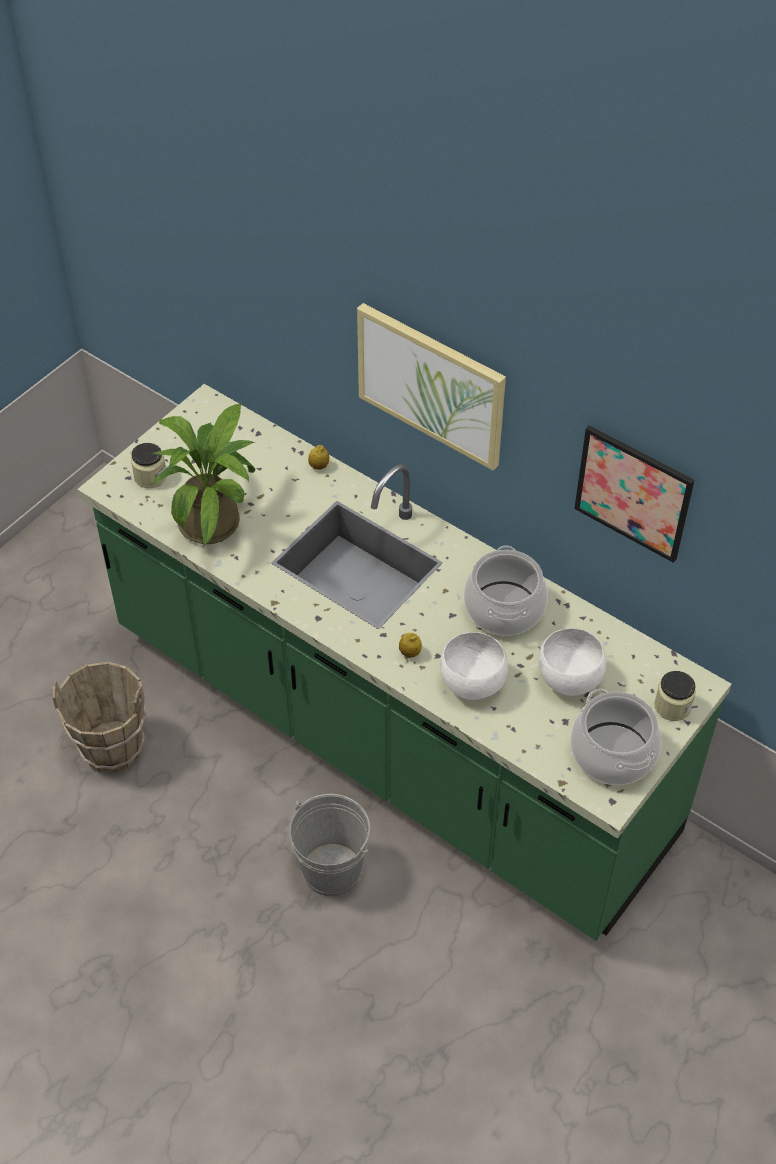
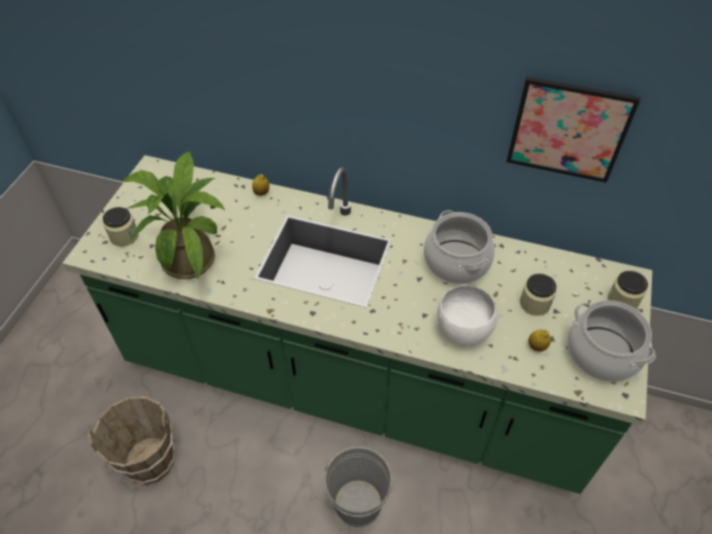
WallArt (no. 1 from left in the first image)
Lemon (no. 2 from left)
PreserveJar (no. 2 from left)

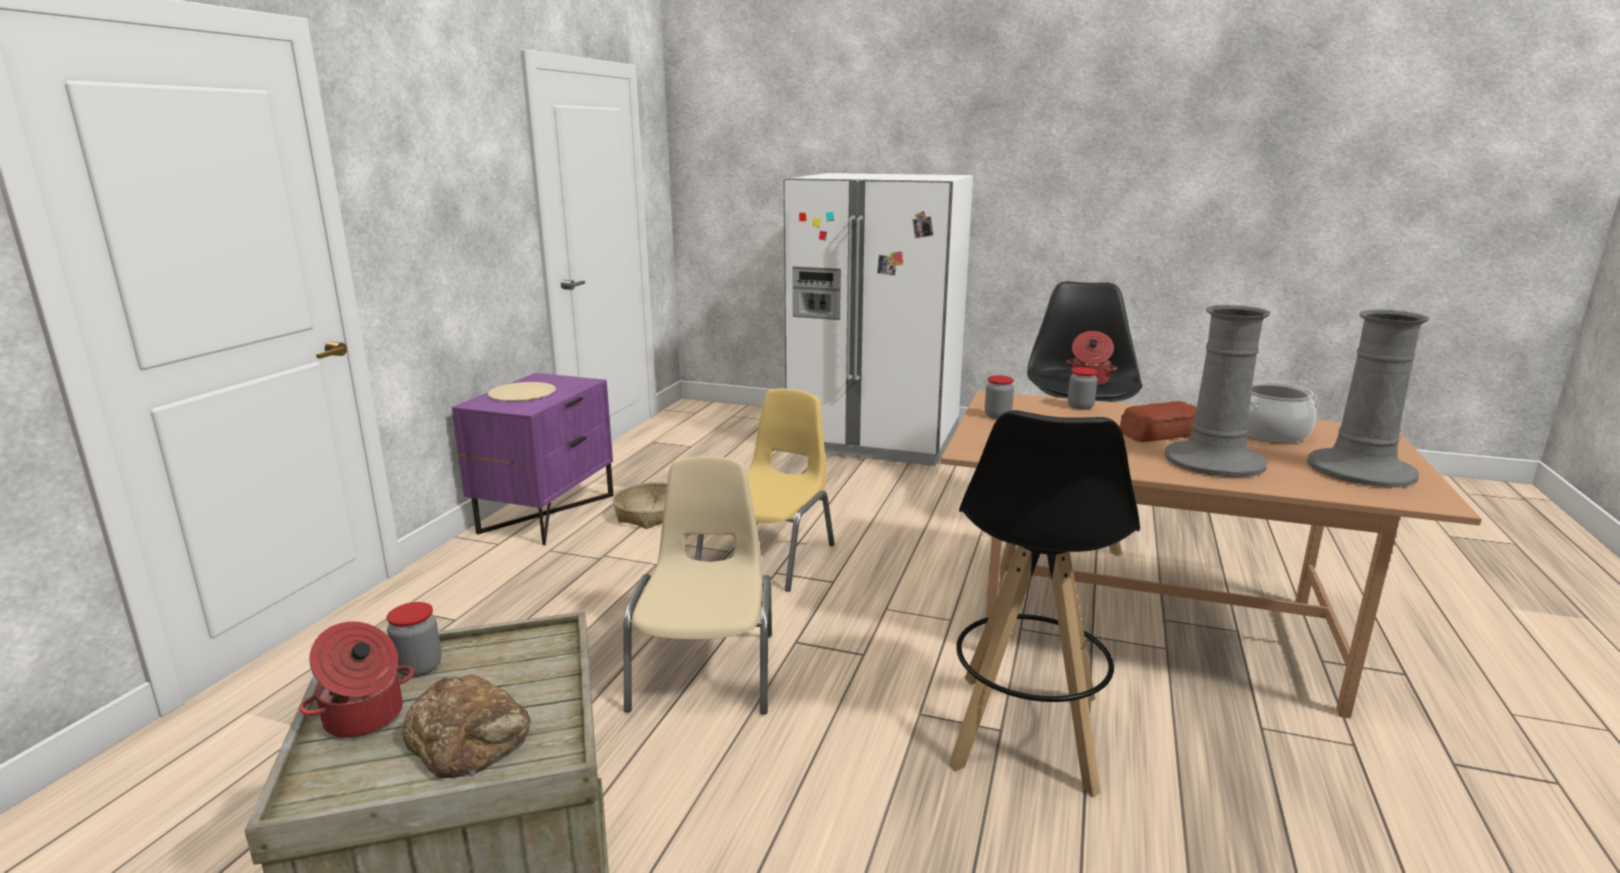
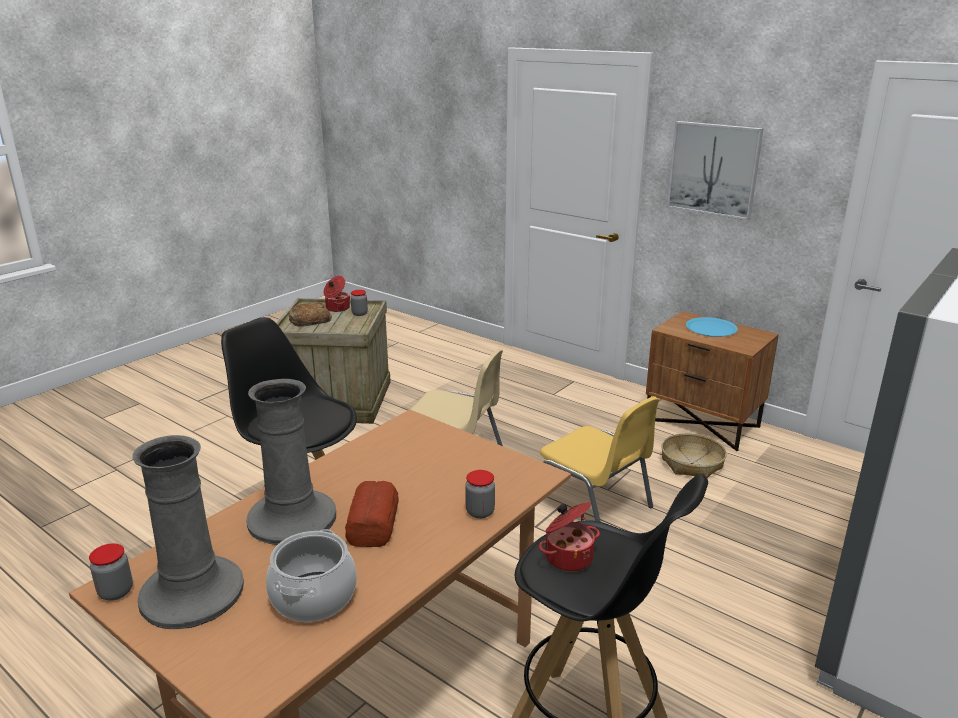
WallArt
PreserveJar (no. 1 from left)
BrownColouredNightstand
BlueColouredDinnerPlate

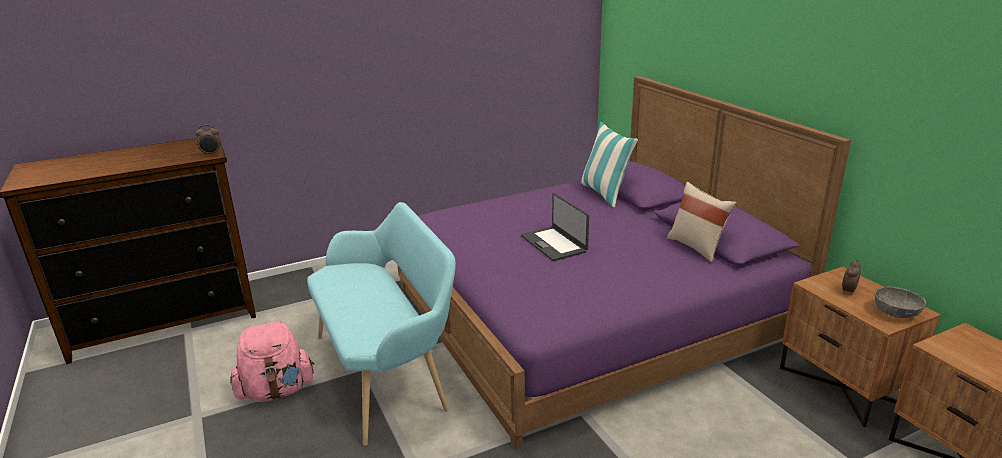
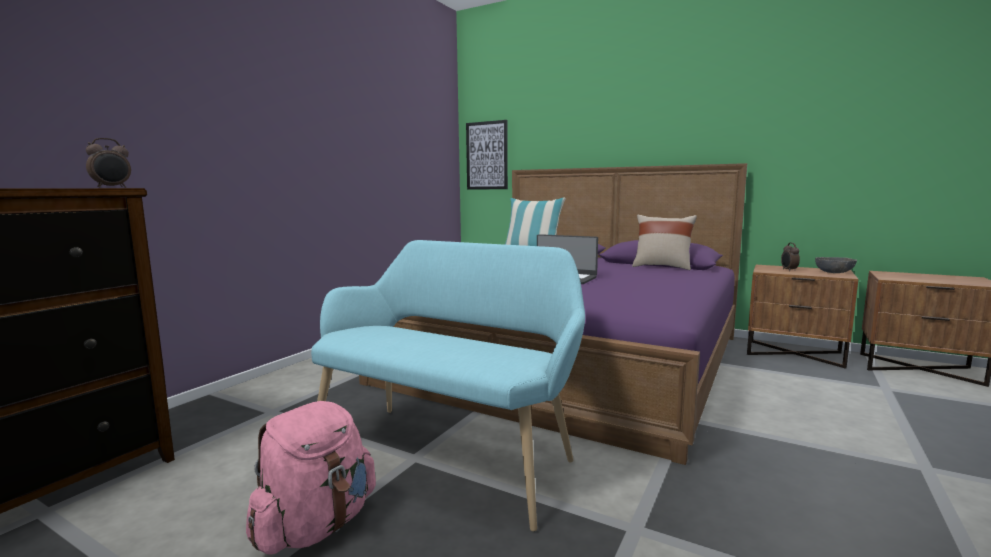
WallArt

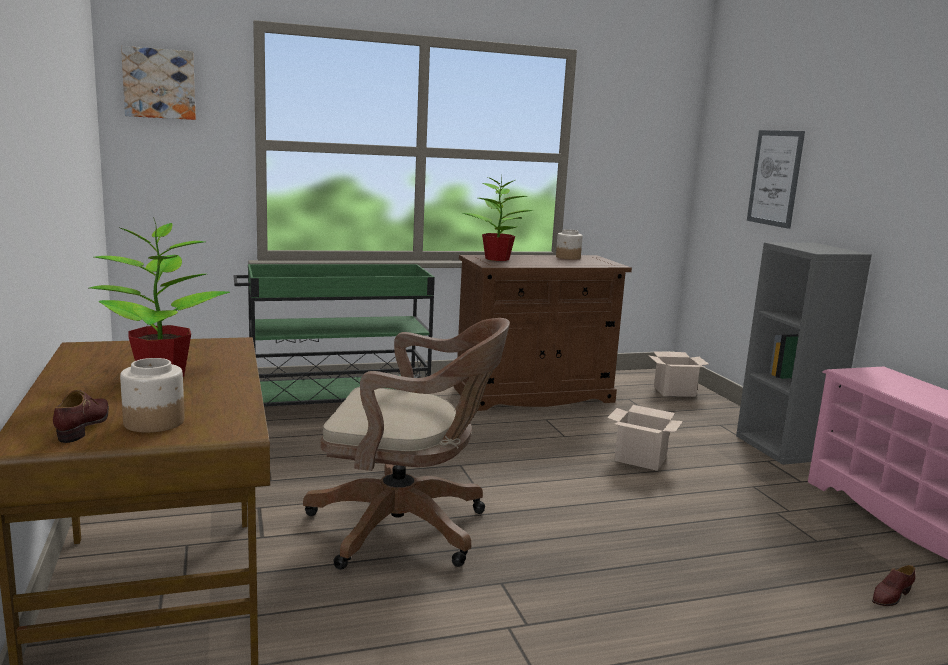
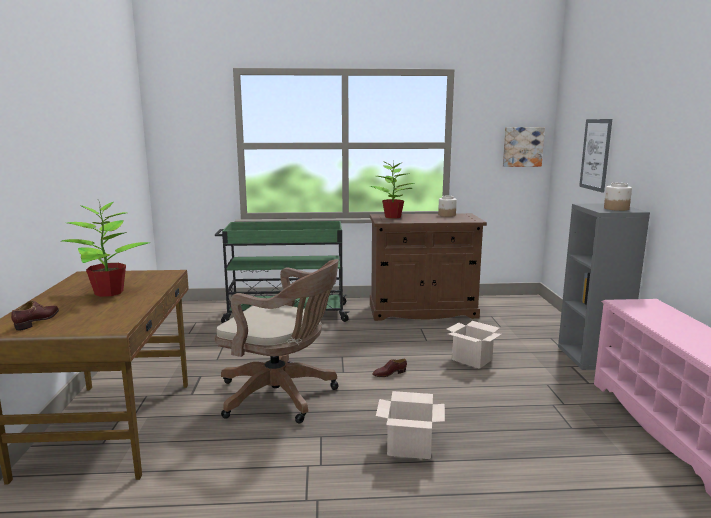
PreserveJar (no. 2 from left)
WallArt (no. 1 from left)
PackingBox (no. 1 from left)
BrownColouredShoe (no. 2 from left)

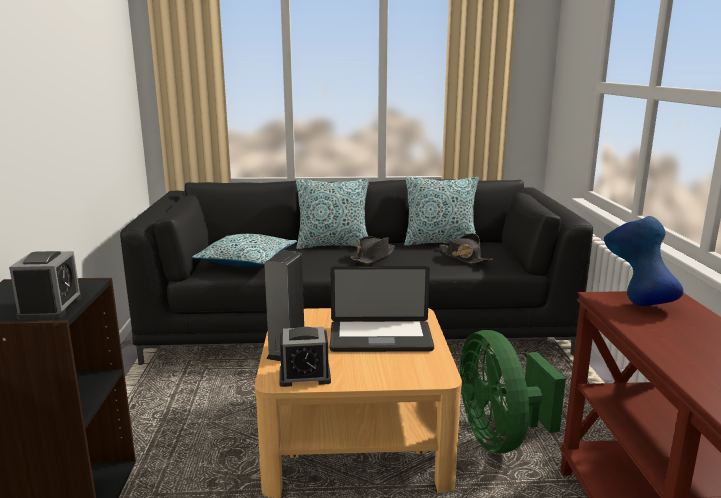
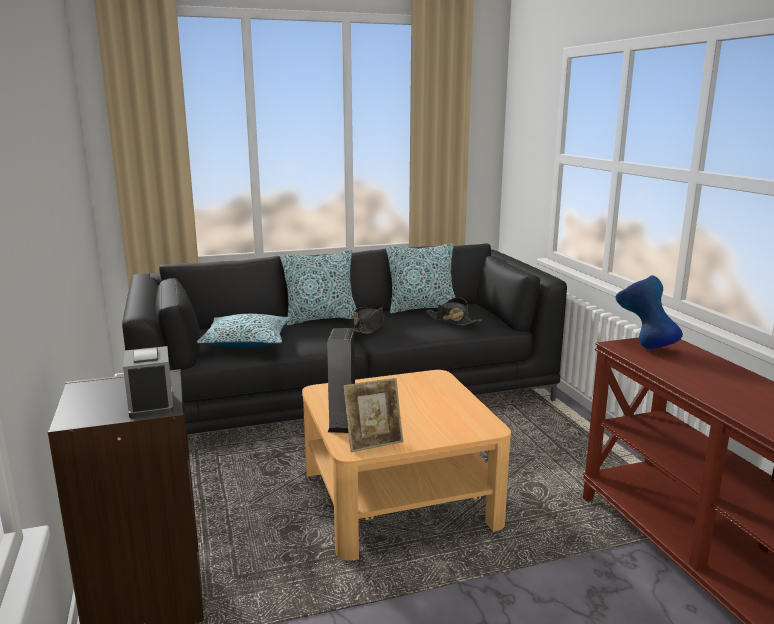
PortableComputer
GreenishFan
StandingFrame

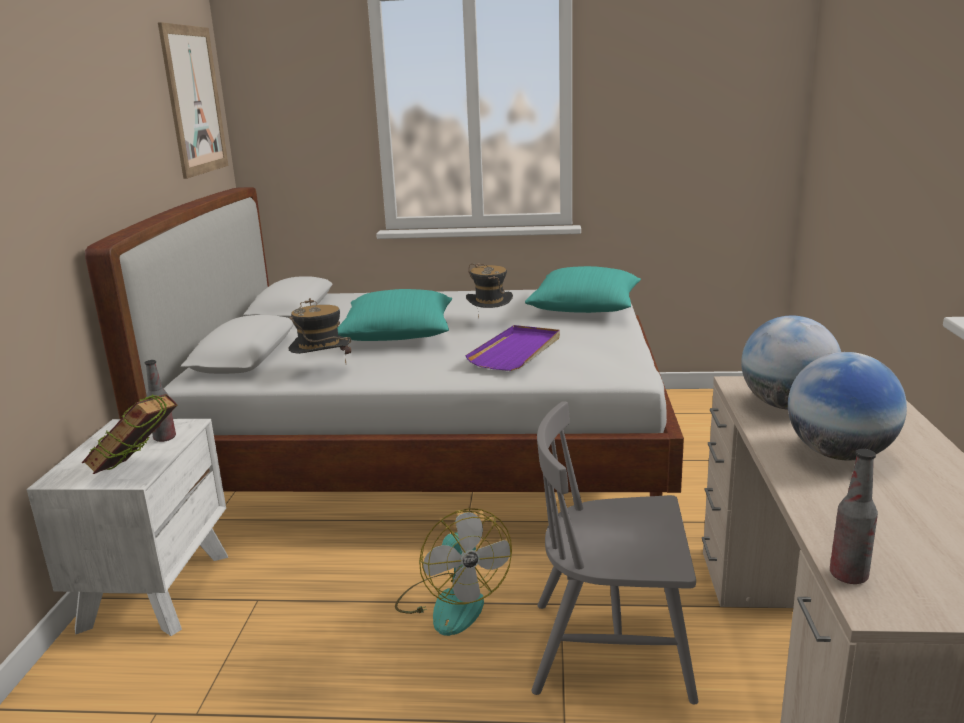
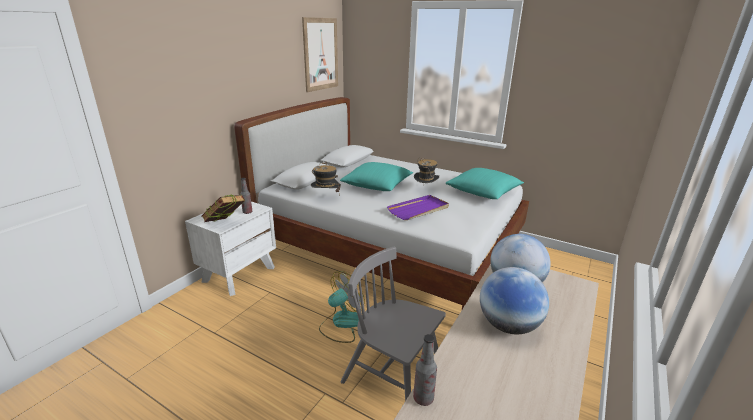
Fan

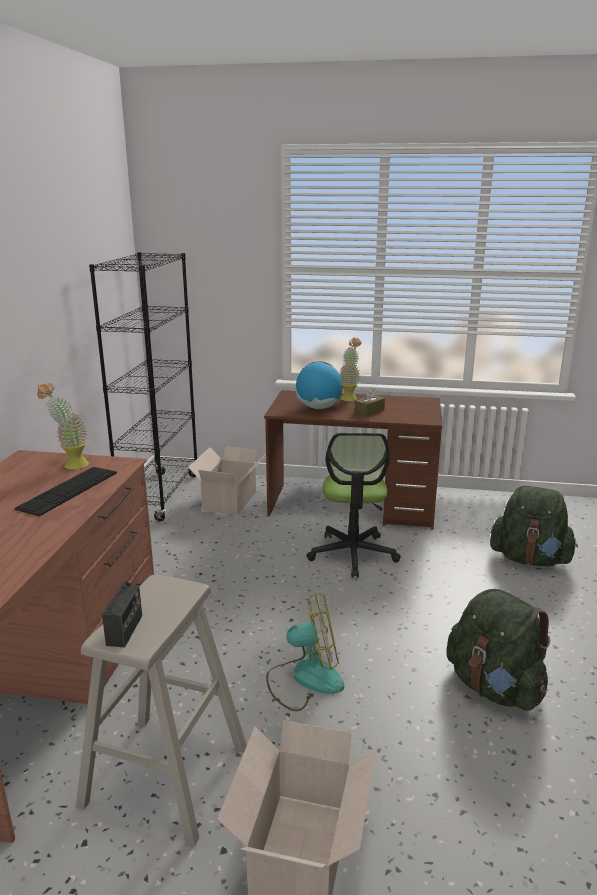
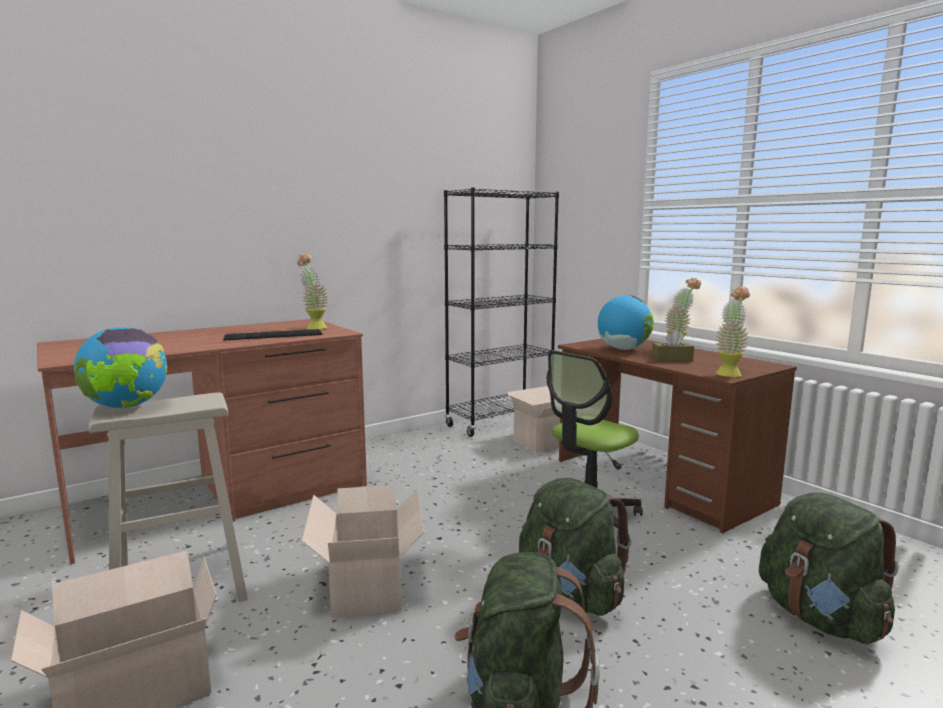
GreenishBackpack (no. 2 from left)
Houseplant (no. 3 from left)
WorldGlobe (no. 1 from left)
PackingBox (no. 2 from left)

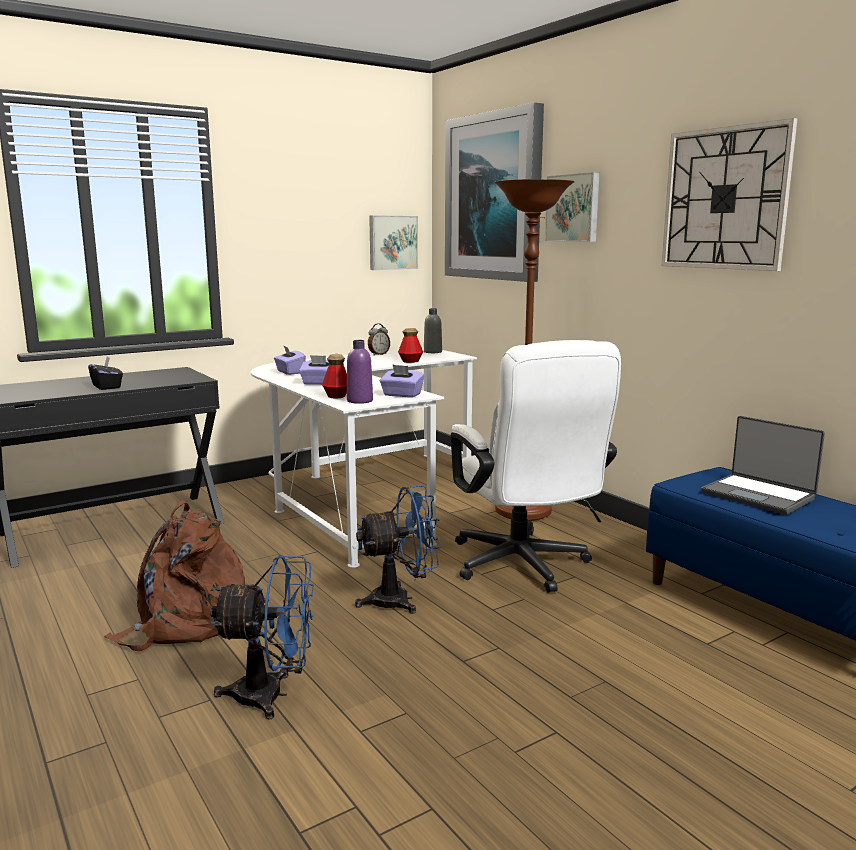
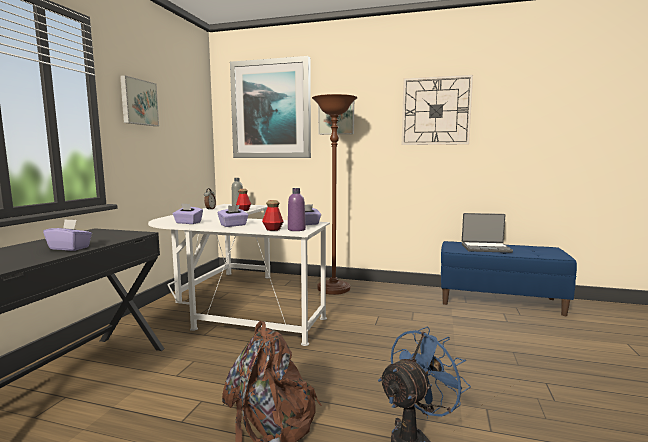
BlueColouredFan (no. 2 from left in the first image)
WhiteColouredOfficeChair
WallArt (no. 1 from left)
PurpleColouredBoxOfTissues (no. 1 from left)

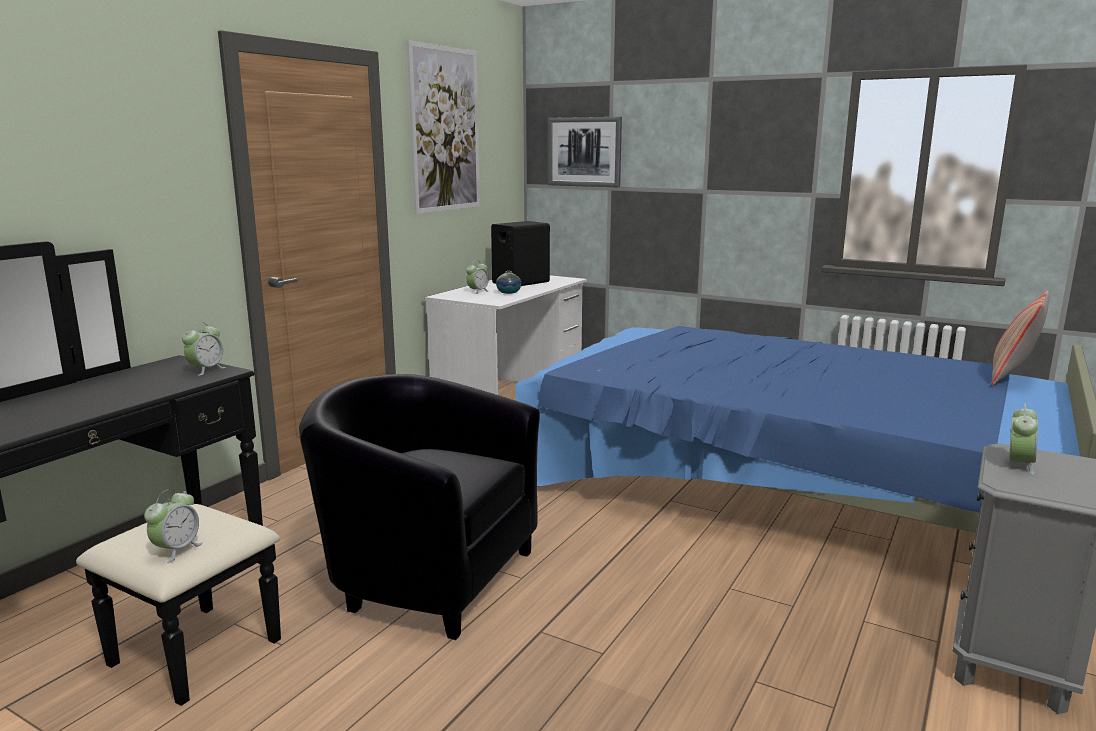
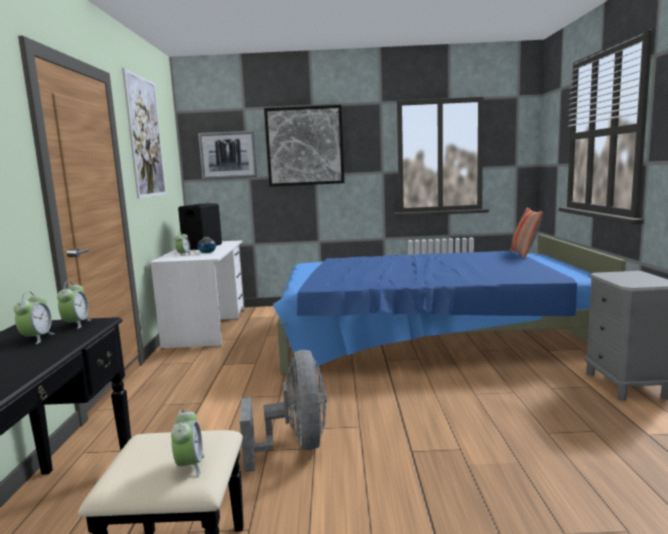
WallArt (no. 3 from left)
BedsideClock (no. 1 from left)
GreyFan

